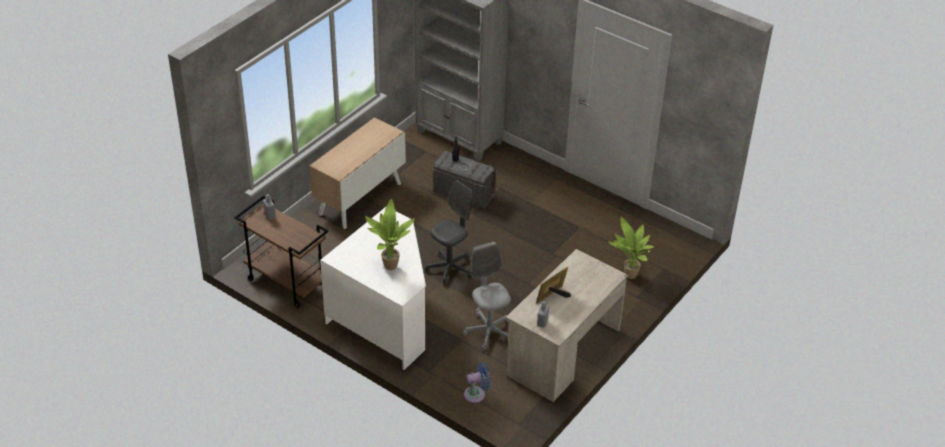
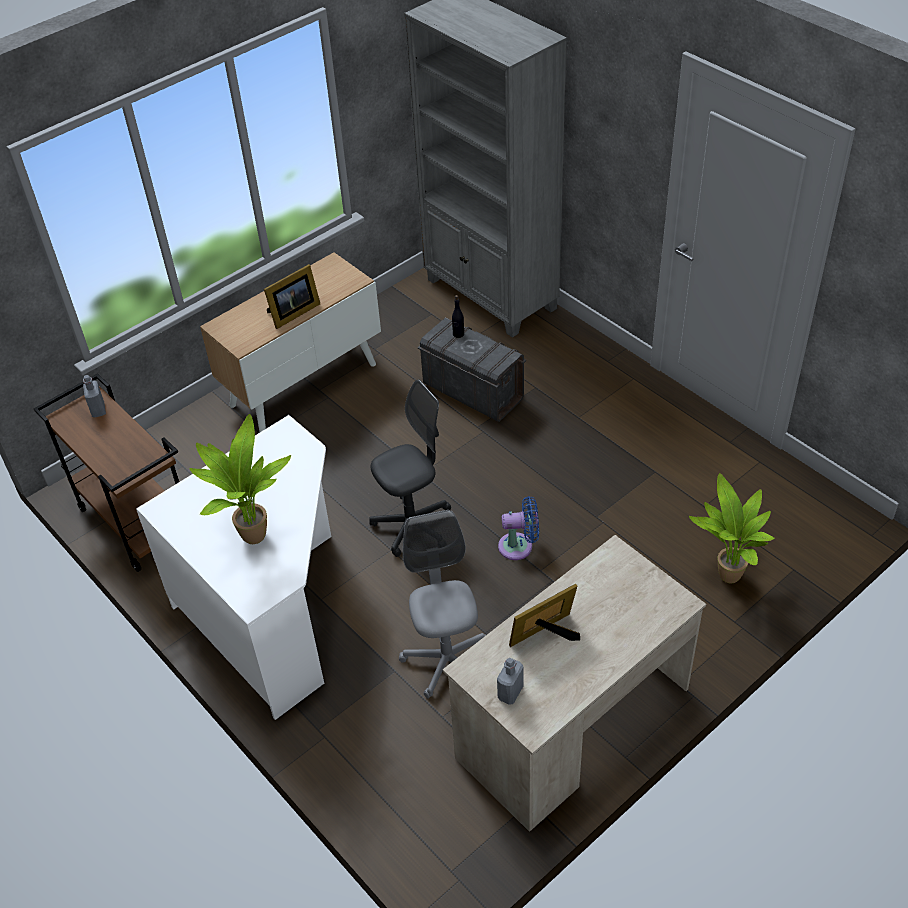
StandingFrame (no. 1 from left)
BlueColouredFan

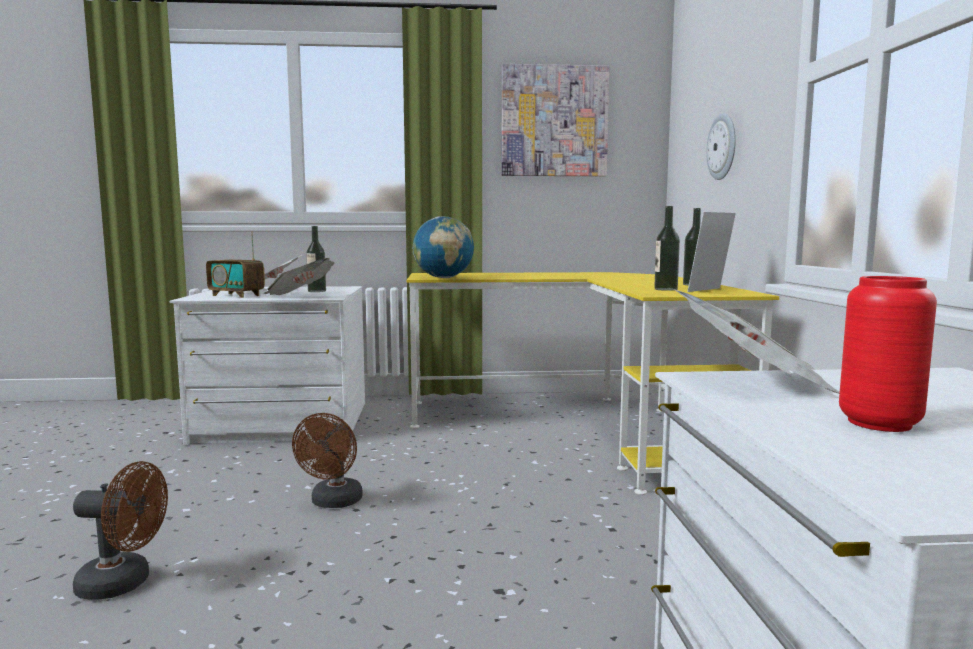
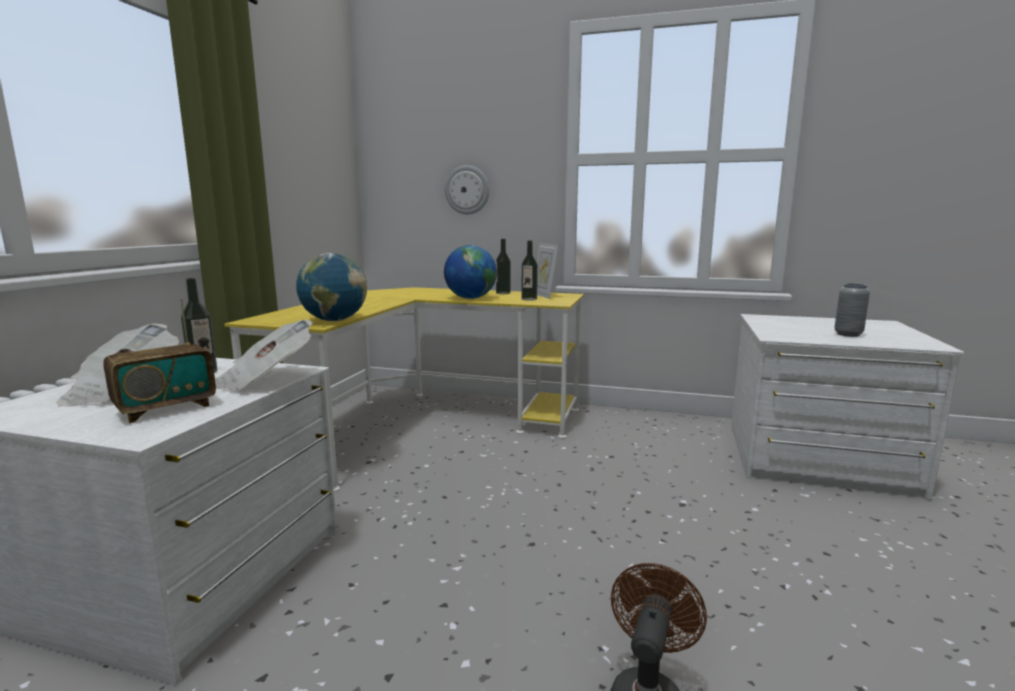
BrownColouredFan (no. 2 from left in the first image)
WallArt
DailyPaper (no. 3 from left in the first image)
WorldGlobe (no. 2 from left)
GreyVase

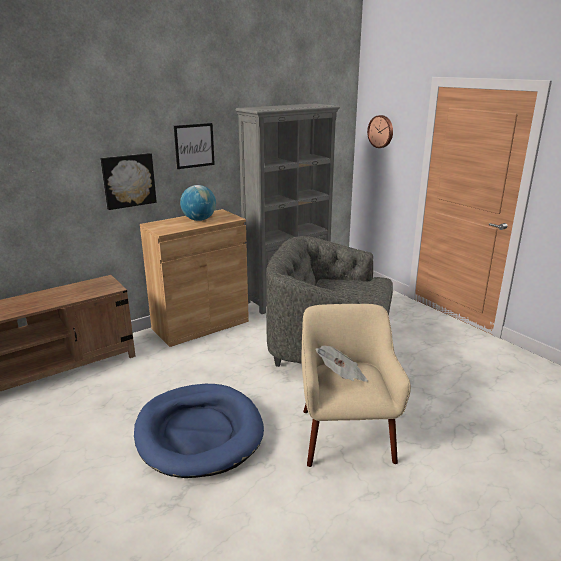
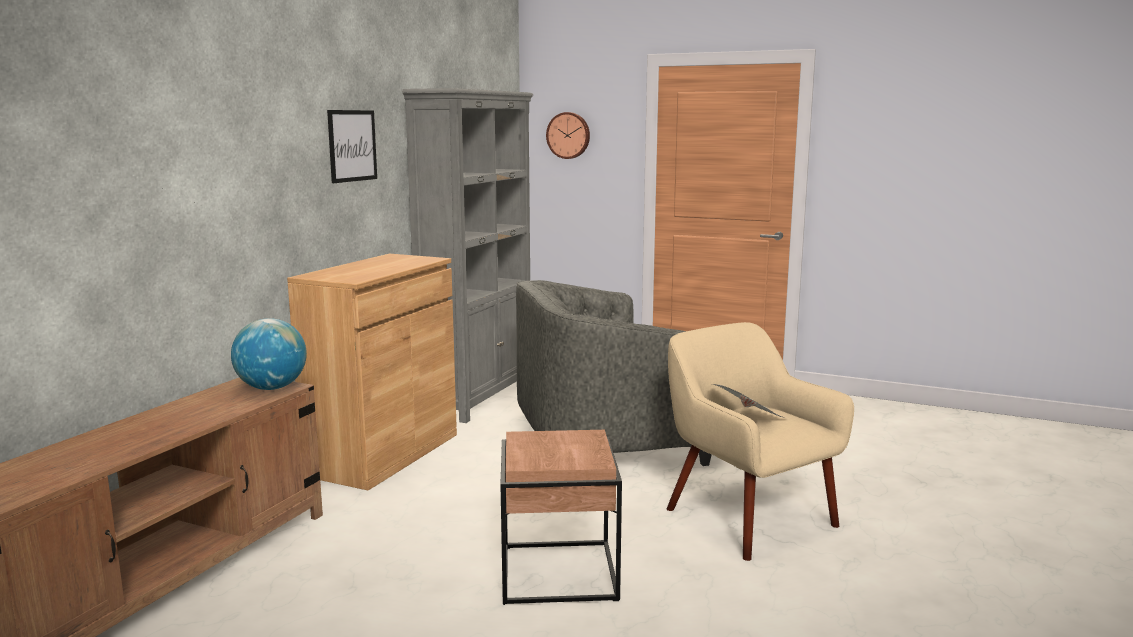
WallArt (no. 1 from left in the first image)
WorldGlobe
BrownColouredAccentTable

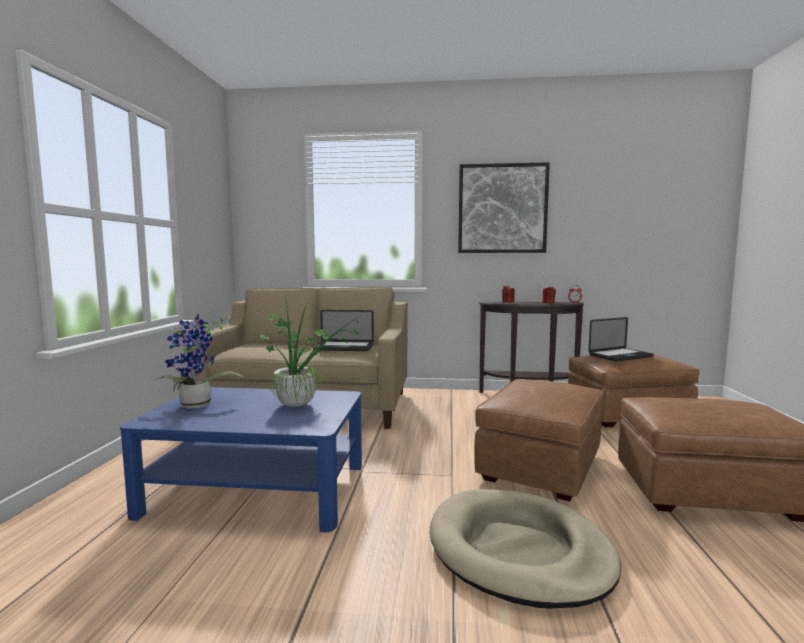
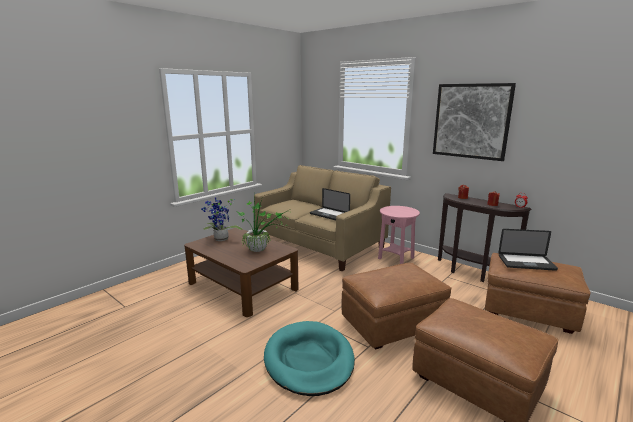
PinkAccentTable
BrownColouredCoffeeTable
TurquoiseColouredPetBed

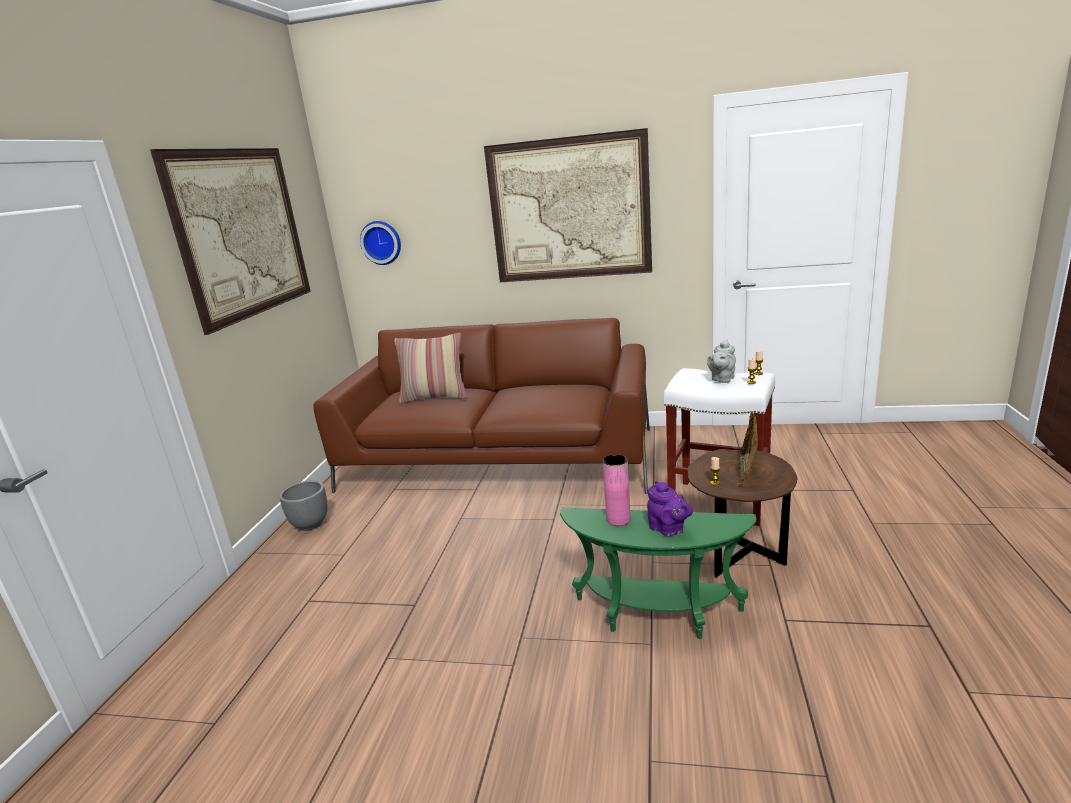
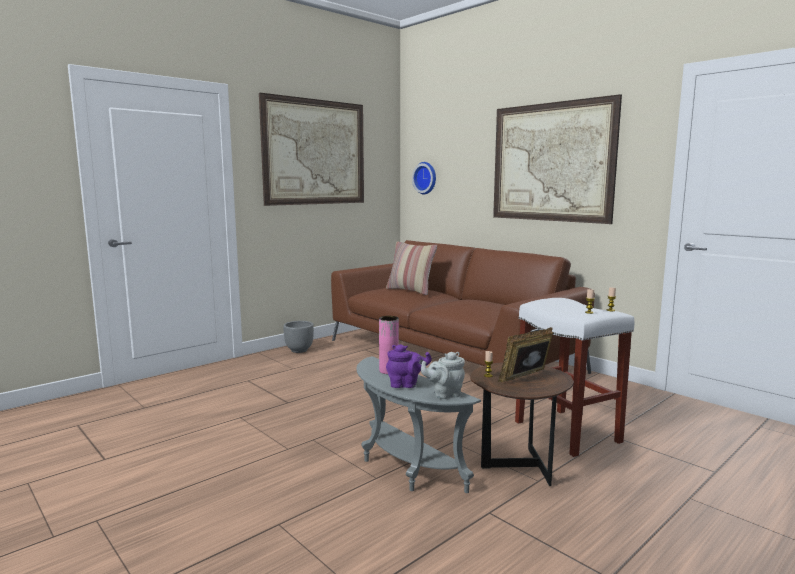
GreyTeaPot
GreyAccentTable
PurpleColouredTeaPot

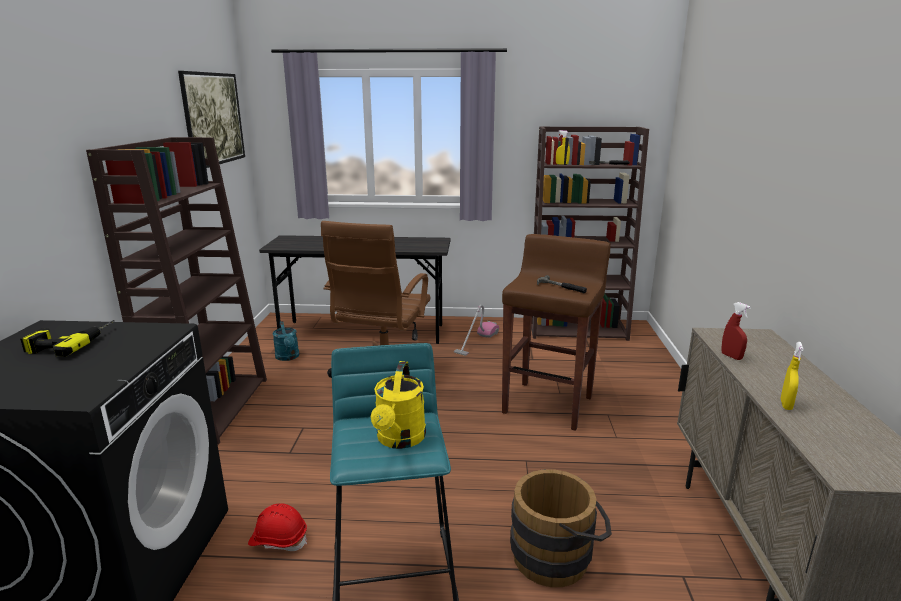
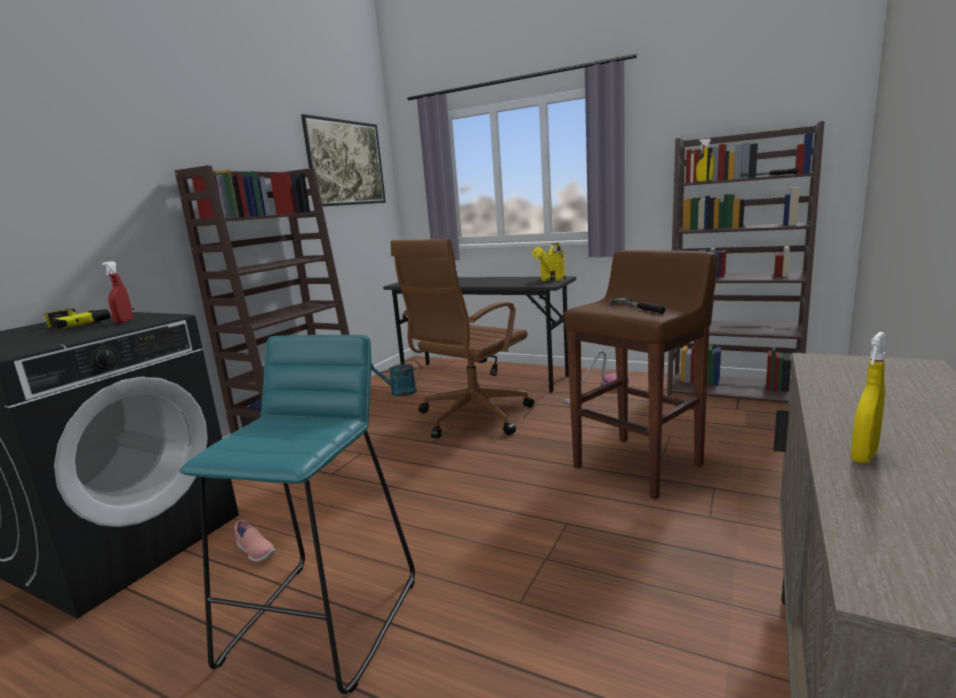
BrownColouredWaterBucket
YellowColouredSprinklingCan
ReddishSprayer
PinkShoe
TurquoiseColouredSprinklingCan

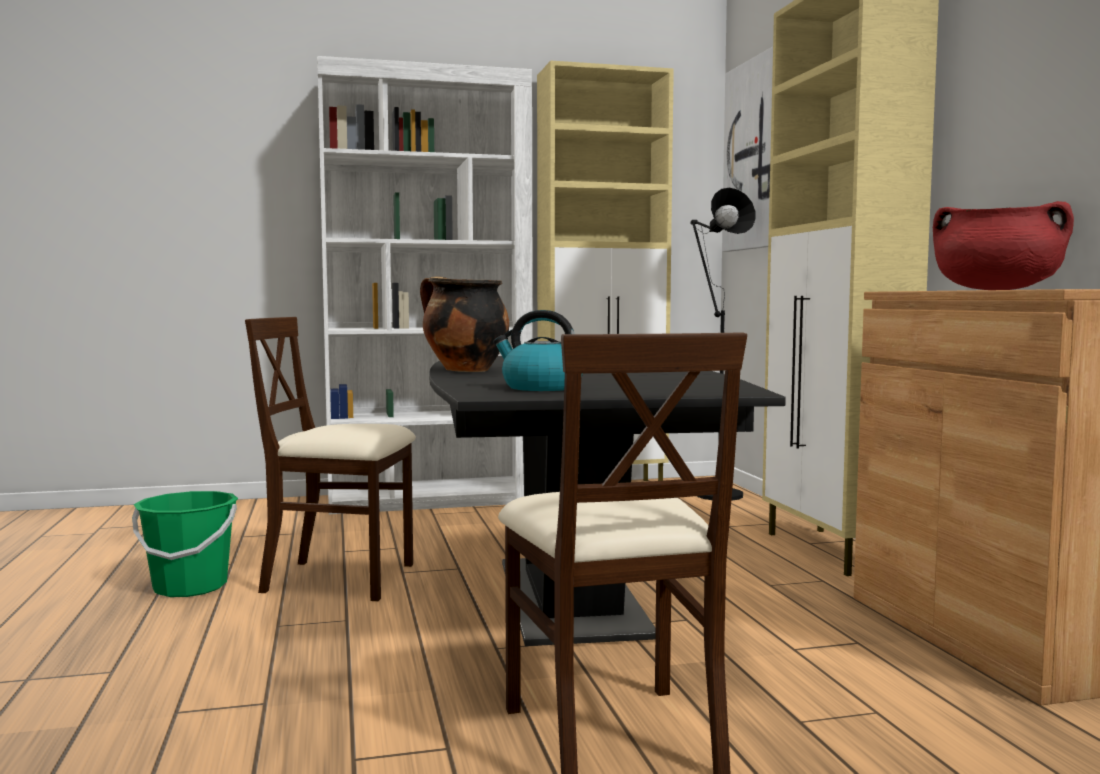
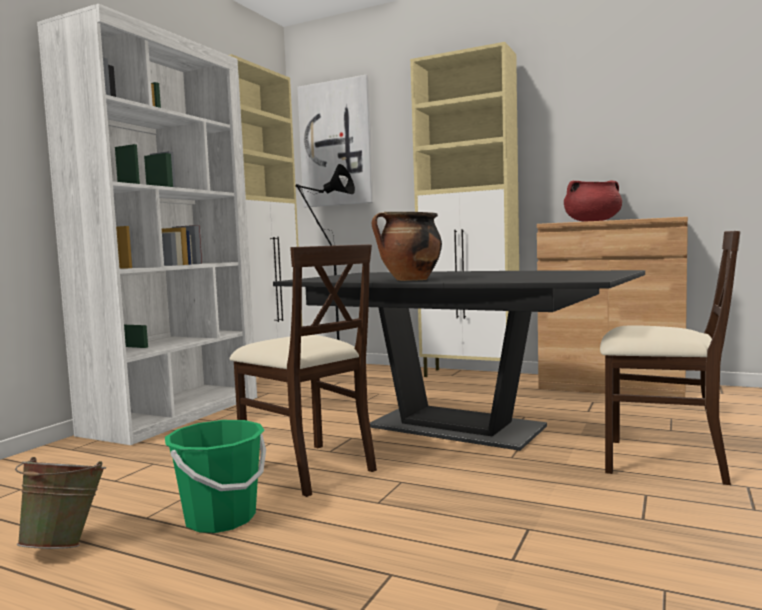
Kettle
GreenishWaterBucket (no. 1 from left)
BeigeColouredPlainChair (no. 1 from left)

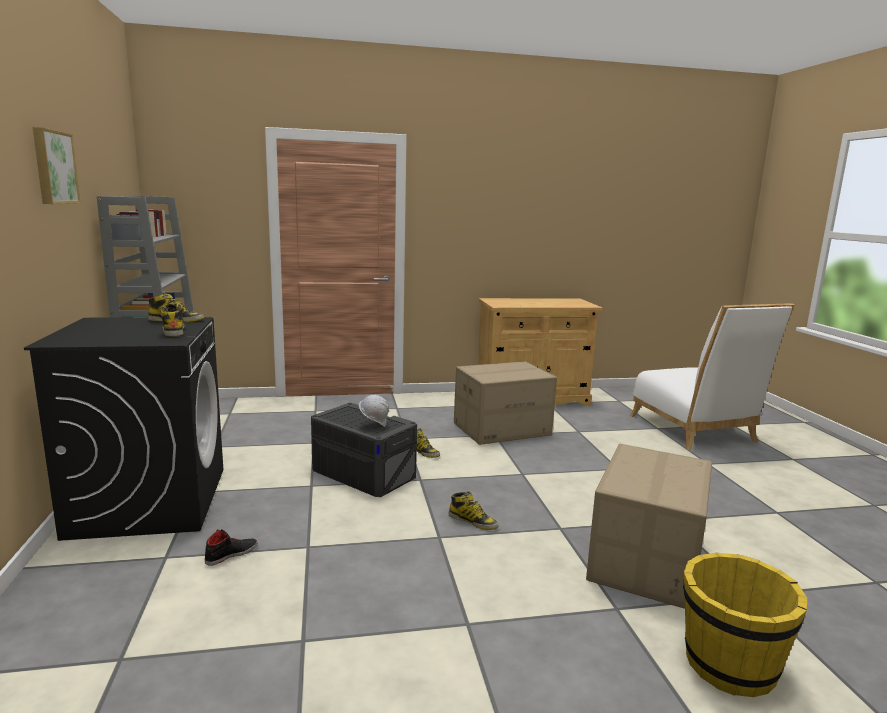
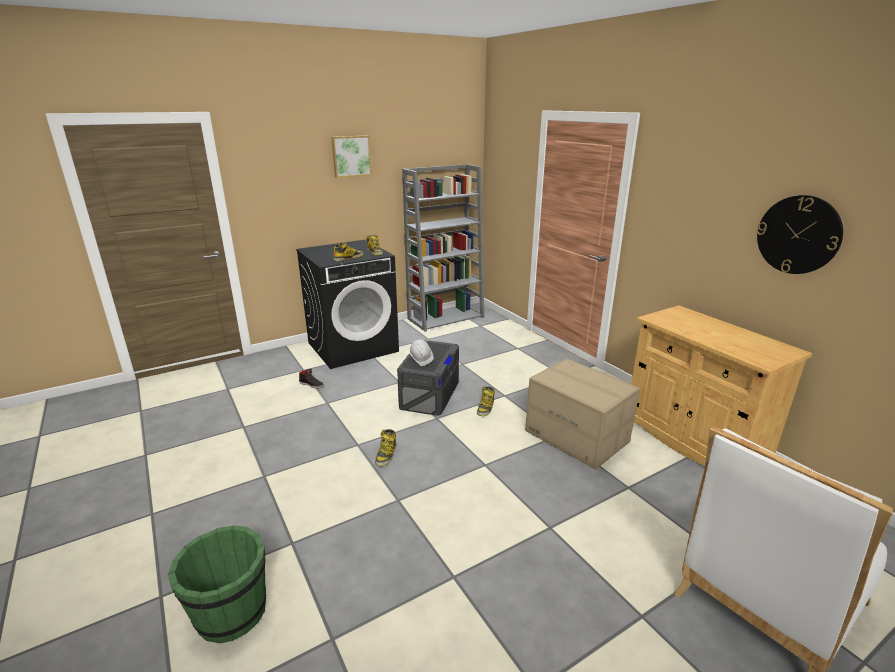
PackingBox (no. 2 from left in the first image)
ClockOnTheWall
GreenishWaterBucket

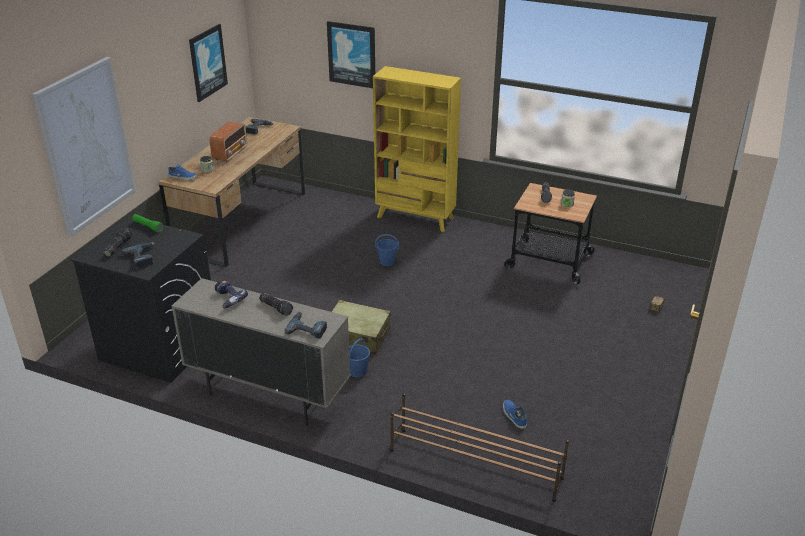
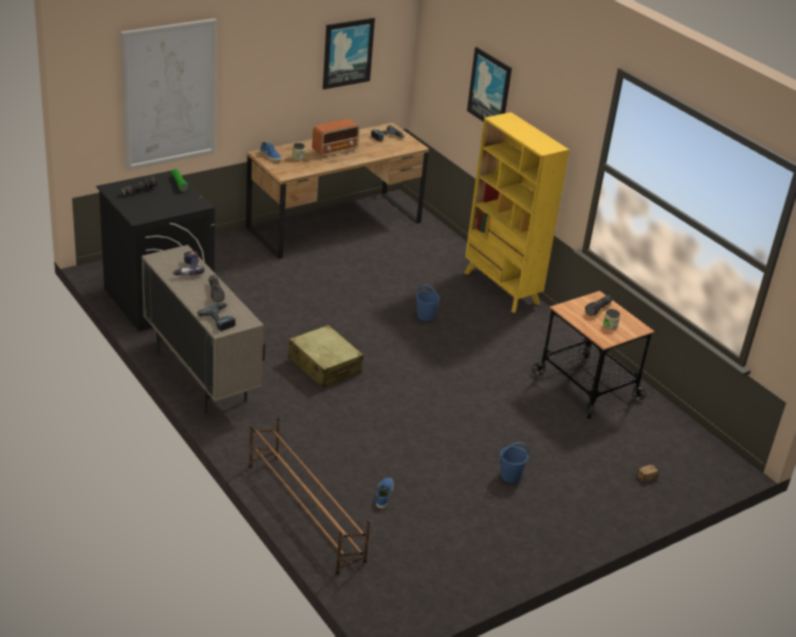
Drill (no. 1 from left in the first image)
BlueColouredWaterBucket (no. 2 from left)

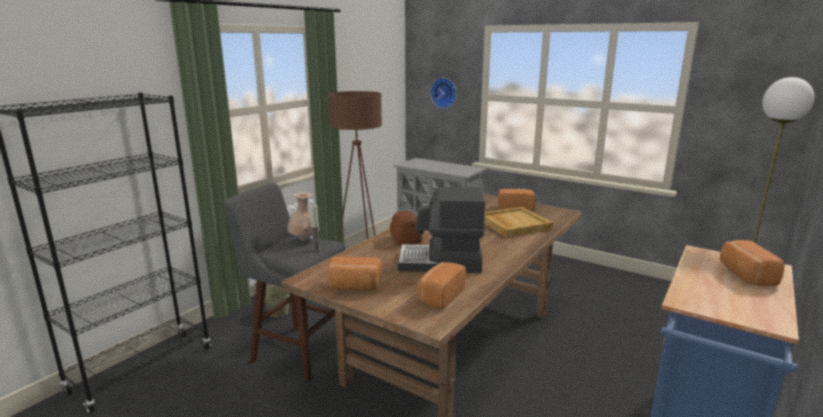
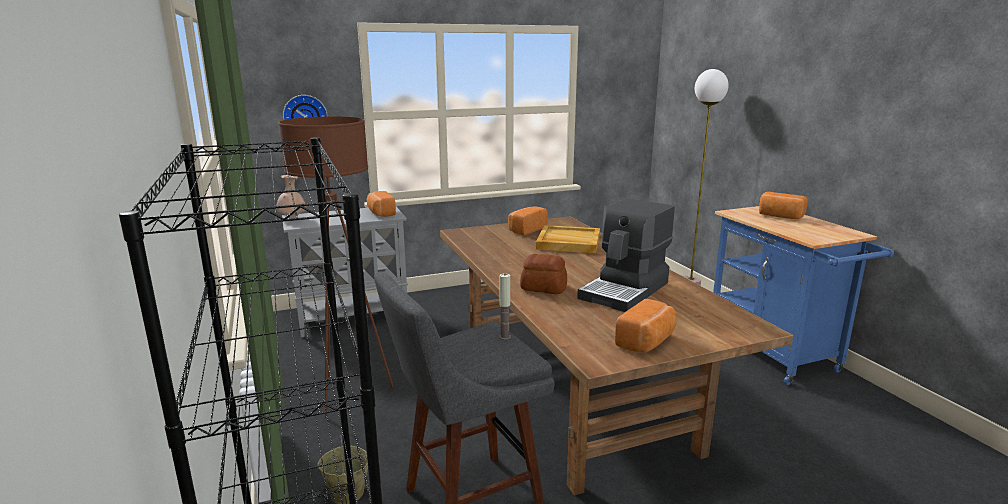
BeigeColouredVase
Bread (no. 1 from left)

